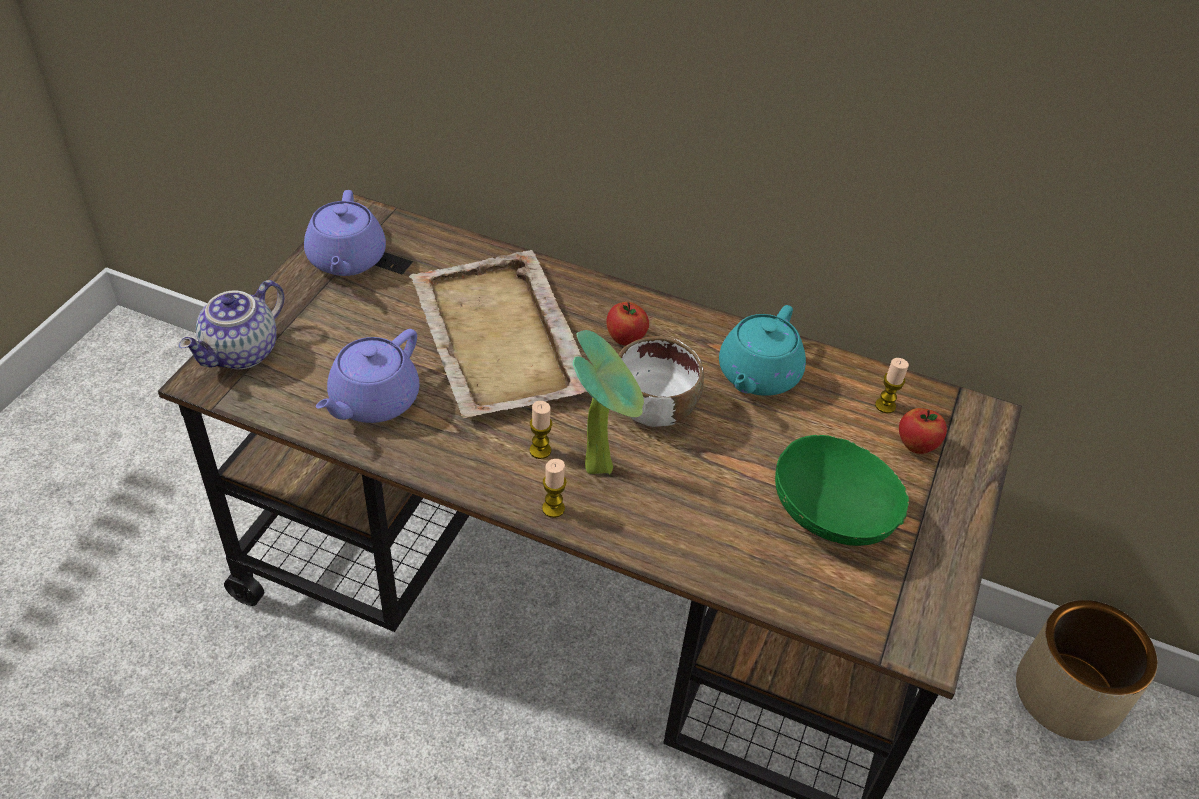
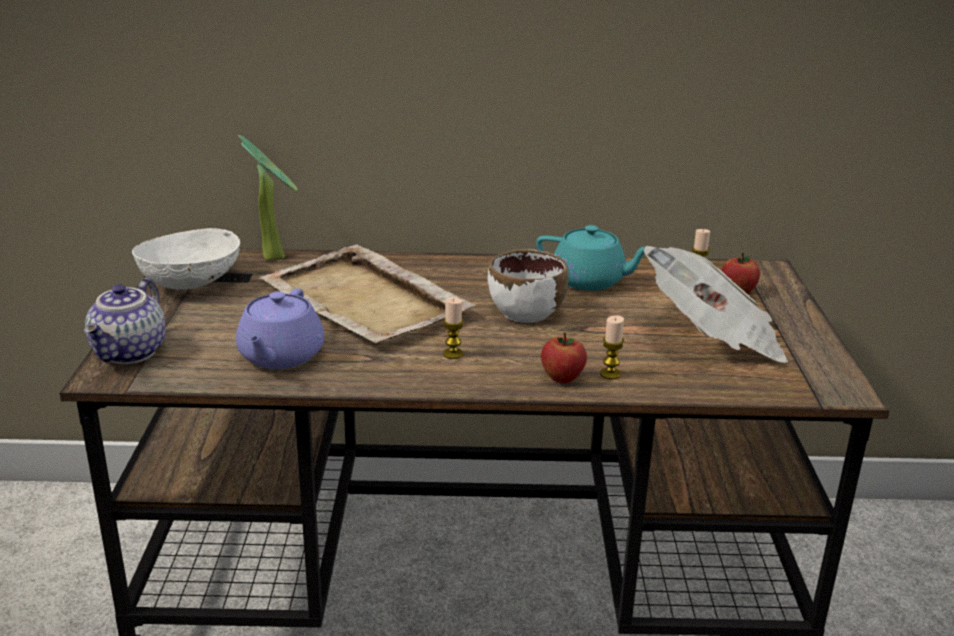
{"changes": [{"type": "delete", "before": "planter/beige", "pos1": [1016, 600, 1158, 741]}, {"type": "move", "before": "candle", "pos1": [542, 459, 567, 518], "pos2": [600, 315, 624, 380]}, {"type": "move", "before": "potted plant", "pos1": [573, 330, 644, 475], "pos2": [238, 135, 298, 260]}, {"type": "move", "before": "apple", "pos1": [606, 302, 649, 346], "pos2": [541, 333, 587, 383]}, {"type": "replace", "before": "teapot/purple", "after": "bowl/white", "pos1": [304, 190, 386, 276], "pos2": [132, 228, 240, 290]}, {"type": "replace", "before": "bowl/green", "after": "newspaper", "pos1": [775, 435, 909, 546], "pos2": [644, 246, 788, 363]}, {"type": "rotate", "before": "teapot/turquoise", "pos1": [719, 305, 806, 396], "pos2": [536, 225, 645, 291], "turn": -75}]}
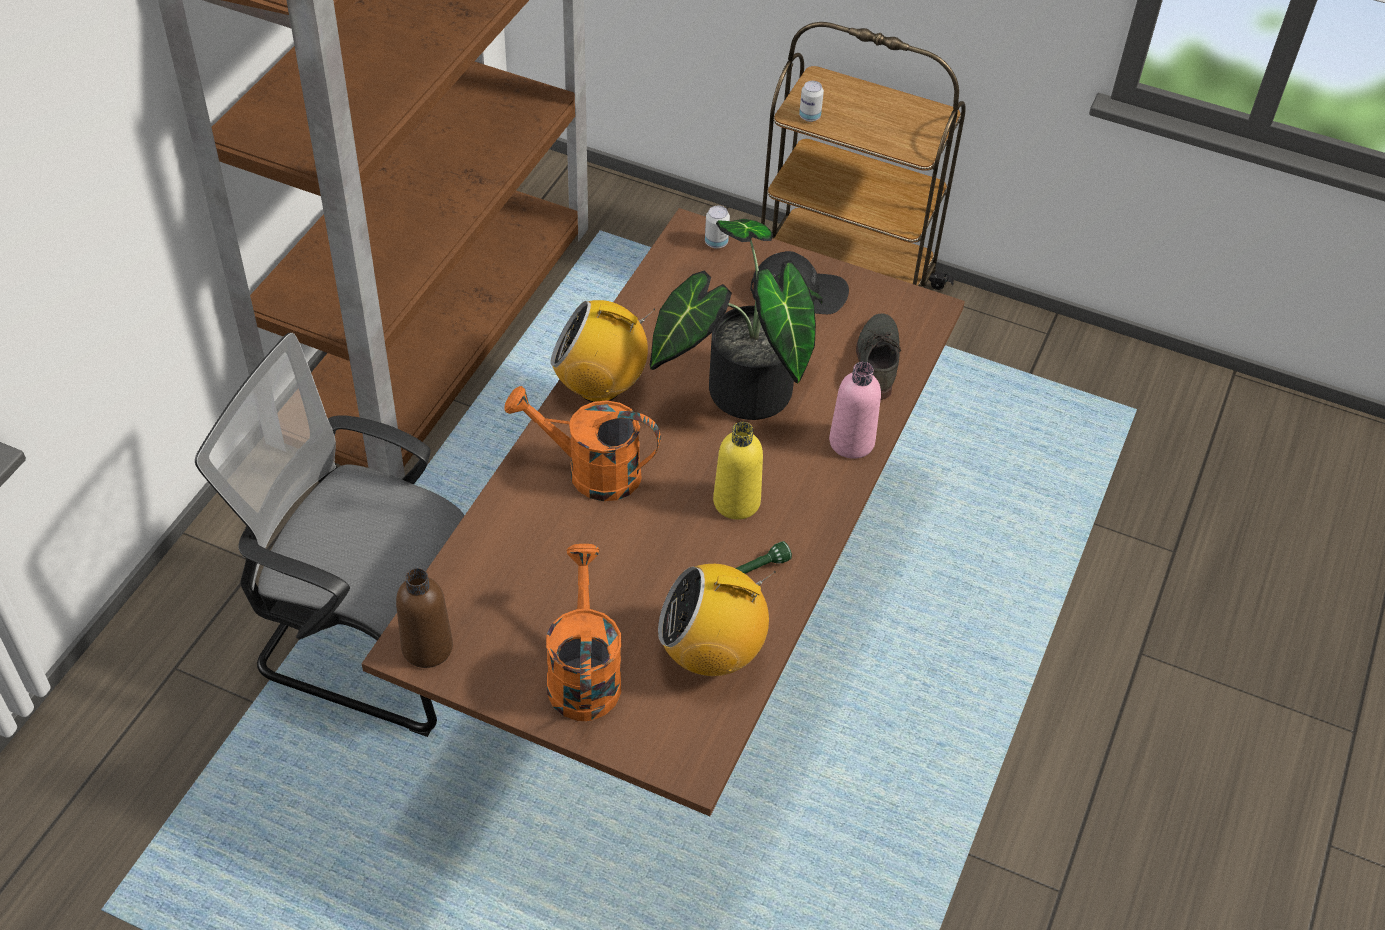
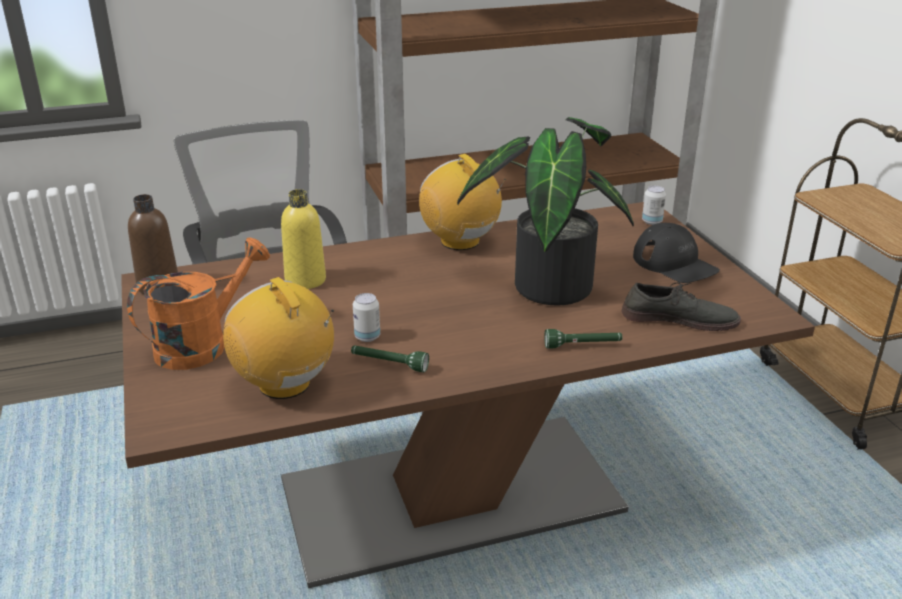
{"changes": [{"type": "delete", "before": "watering can/orange", "pos1": [504, 386, 661, 501]}, {"type": "move", "before": "bottle/yellow", "pos1": [713, 422, 763, 520], "pos2": [281, 189, 326, 289]}, {"type": "move", "before": "can", "pos1": [799, 81, 824, 122], "pos2": [353, 293, 380, 342]}, {"type": "replace", "before": "bottle/pink", "after": "flashlight/green", "pos1": [829, 362, 881, 459], "pos2": [544, 329, 622, 348]}, {"type": "rotate", "before": "shoe/grey", "pos1": [856, 314, 901, 400], "pos2": [621, 282, 741, 331], "turn": 45}]}
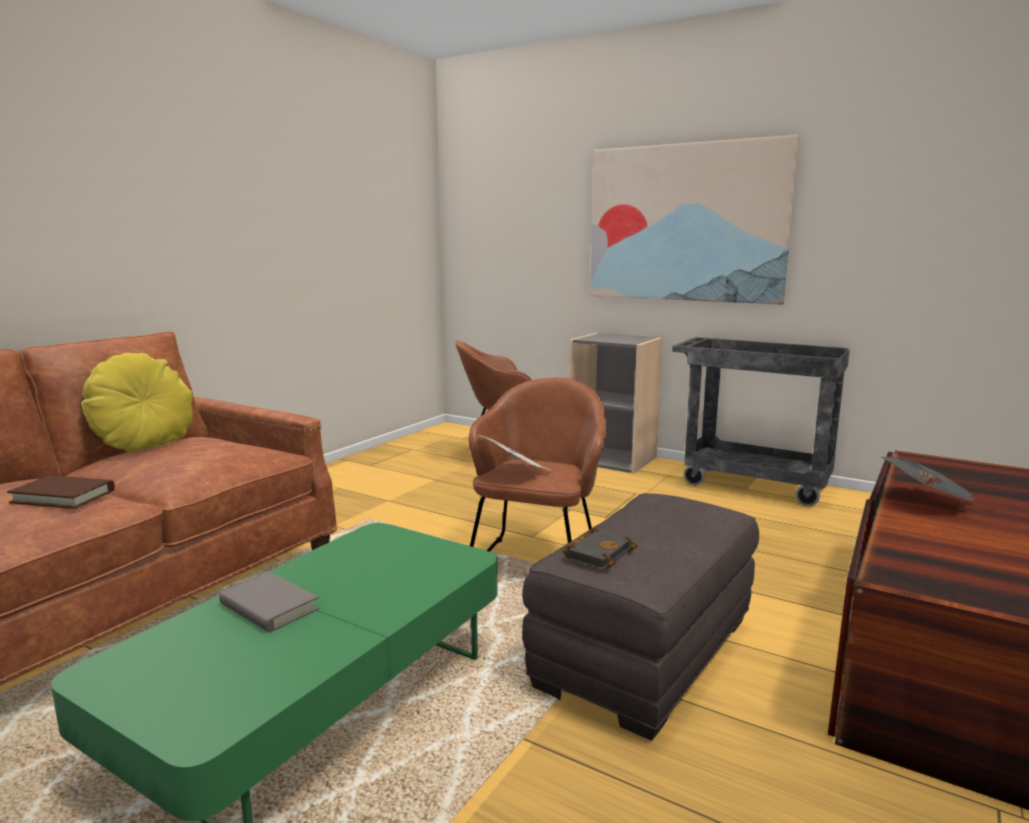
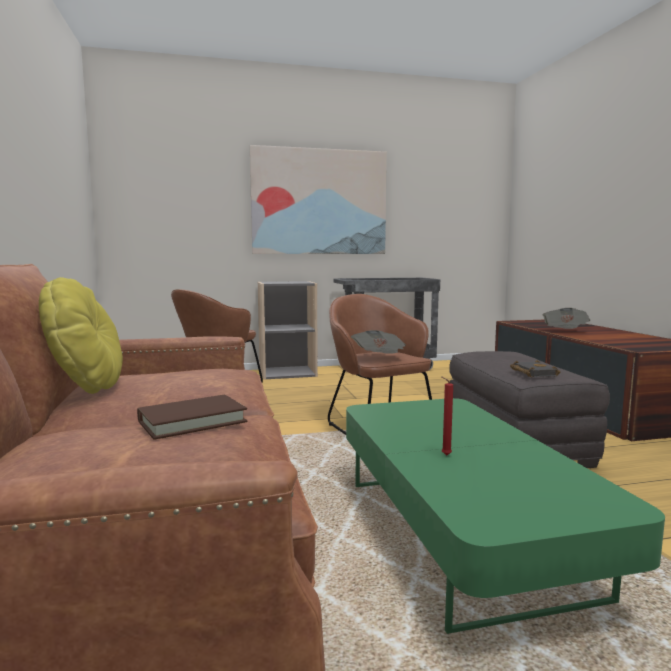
{"changes": [{"type": "replace", "before": "book/grey", "after": "candle/red", "pos1": [219, 572, 319, 632], "pos2": [441, 376, 453, 455]}]}
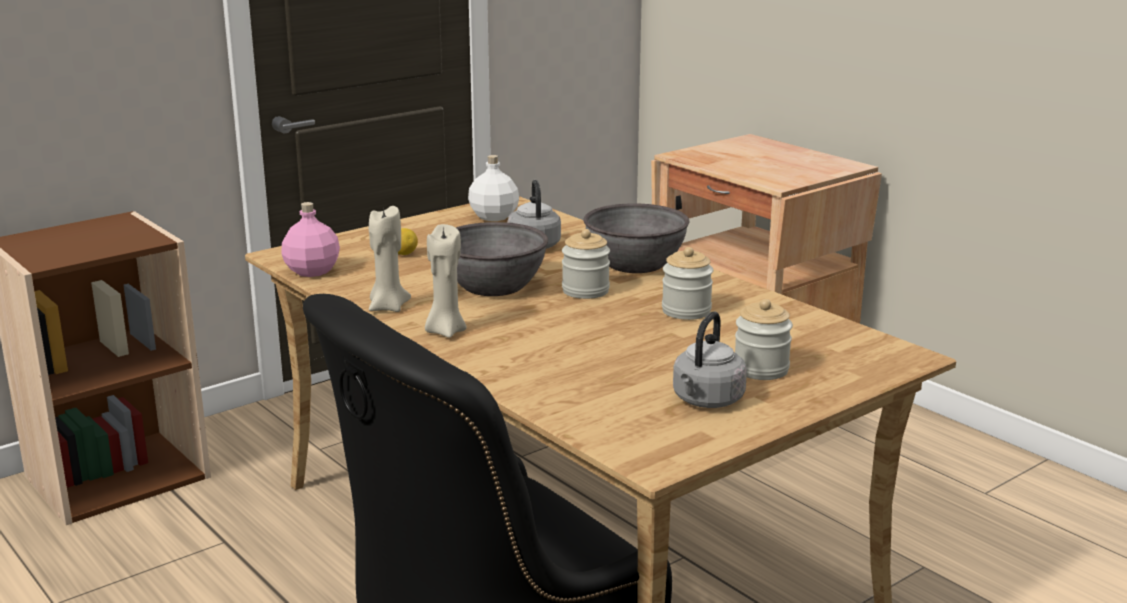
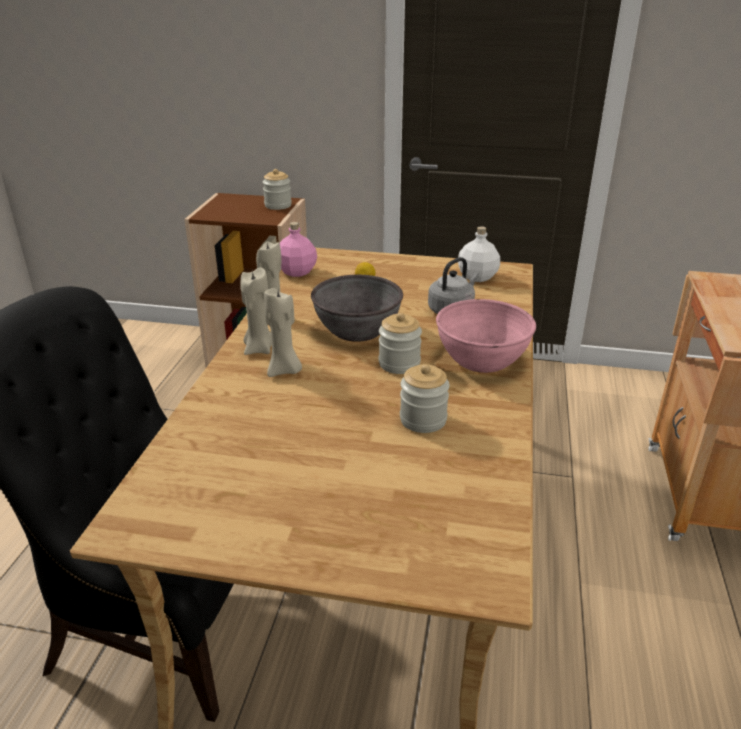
{"changes": [{"type": "delete", "before": "kettle/grey", "pos1": [673, 312, 747, 408]}, {"type": "insert", "after": "candle/beige", "pos2": [264, 288, 302, 377]}, {"type": "move", "before": "jar", "pos1": [735, 299, 793, 380], "pos2": [263, 169, 292, 210]}, {"type": "recolor", "before": "bowl/grey", "after": "bowl/pink", "pos1": [583, 203, 689, 273], "pos2": [436, 299, 536, 373]}]}
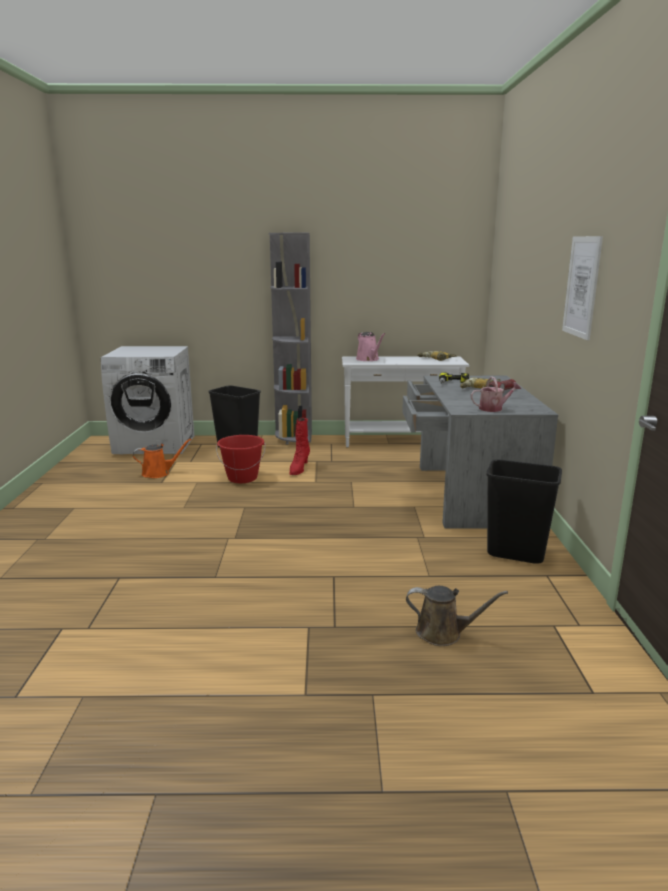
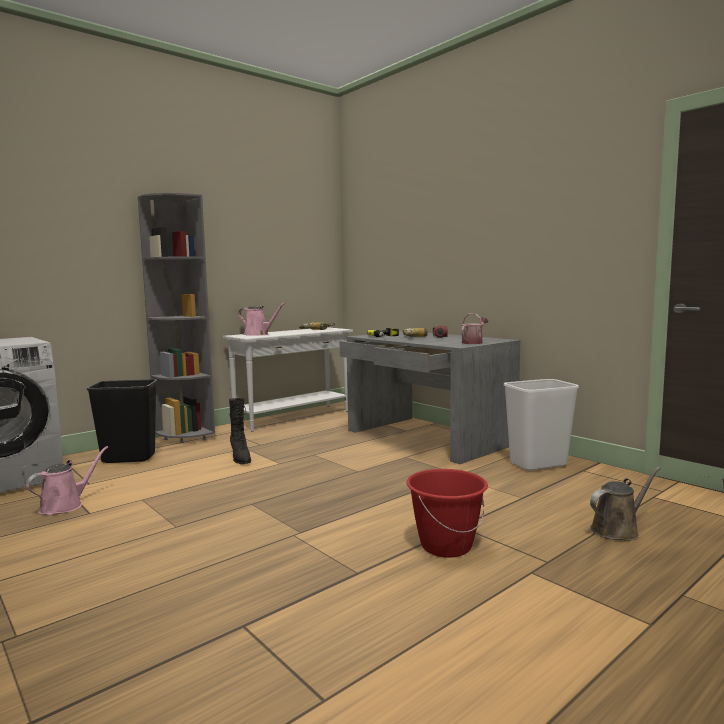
{"changes": [{"type": "delete", "before": "picture", "pos1": [562, 236, 603, 340]}, {"type": "move", "before": "bucket/red", "pos1": [216, 435, 265, 483], "pos2": [406, 469, 488, 558]}, {"type": "recolor", "before": "watering can/orange", "after": "watering can/pink", "pos1": [133, 439, 191, 478], "pos2": [26, 446, 108, 515]}, {"type": "recolor", "before": "boot/red", "after": "boot/black", "pos1": [290, 418, 310, 475], "pos2": [229, 398, 251, 464]}, {"type": "recolor", "before": "trash can/black", "after": "trash can/white", "pos1": [486, 459, 562, 564], "pos2": [504, 379, 579, 470]}]}
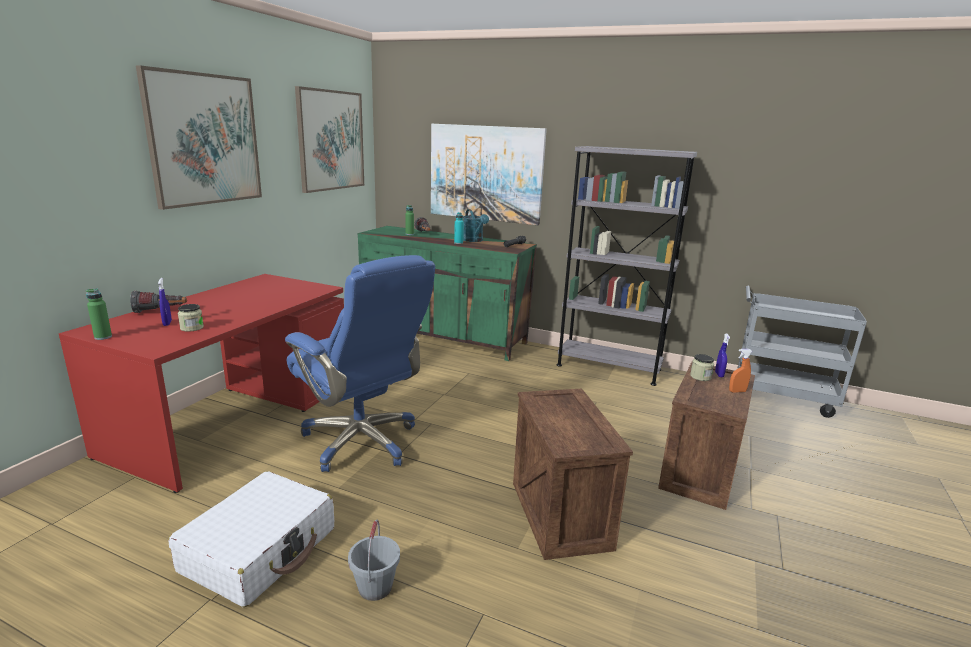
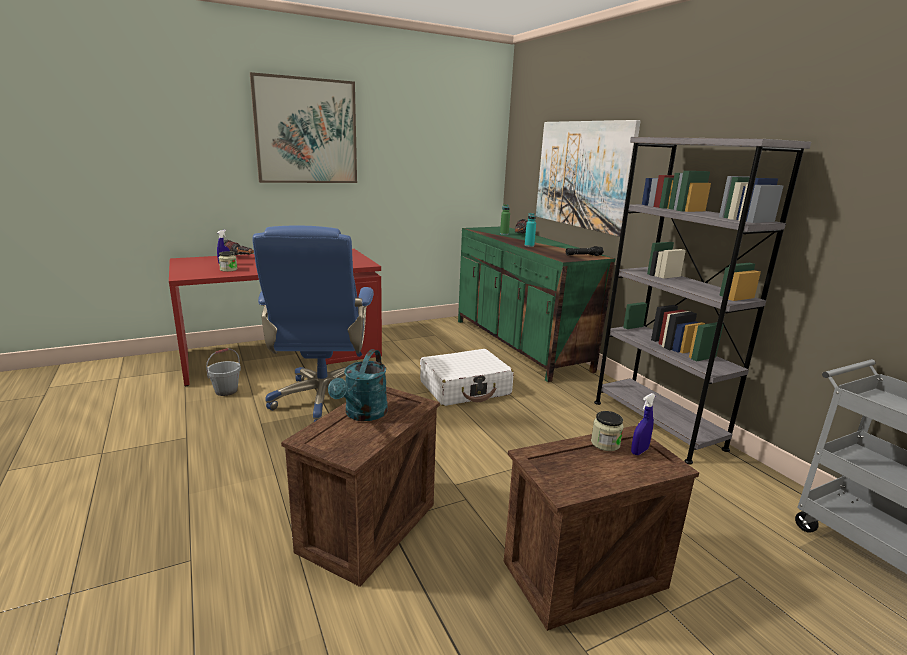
{"changes": [{"type": "delete", "before": "bottle/green", "pos1": [86, 289, 112, 340]}, {"type": "delete", "before": "picture", "pos1": [295, 86, 364, 193]}, {"type": "delete", "before": "spray bottle/orange", "pos1": [729, 349, 753, 393]}, {"type": "move", "before": "suitcase/white", "pos1": [168, 471, 334, 607], "pos2": [420, 349, 513, 406]}, {"type": "move", "before": "bucket/grey", "pos1": [348, 520, 400, 601], "pos2": [206, 348, 241, 396]}, {"type": "move", "before": "watering can/turquoise", "pos1": [463, 209, 489, 242], "pos2": [328, 349, 388, 421]}]}
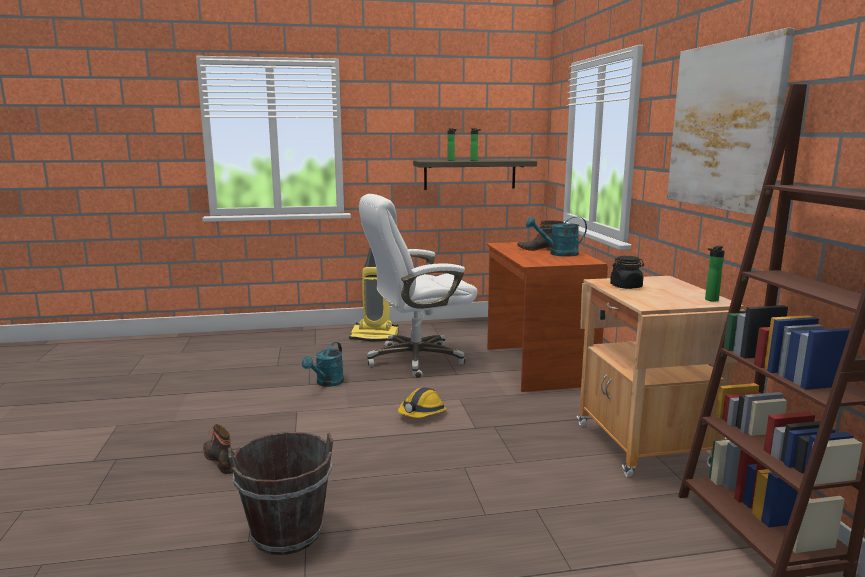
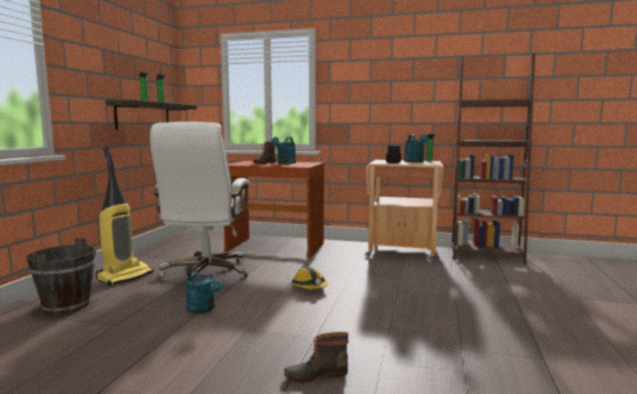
{"changes": [{"type": "delete", "before": "picture", "pos1": [667, 28, 795, 217]}, {"type": "insert", "after": "watering can/turquoise", "pos2": [404, 134, 428, 162]}, {"type": "move", "before": "bucket/brown", "pos1": [229, 432, 333, 555], "pos2": [26, 238, 97, 314]}]}
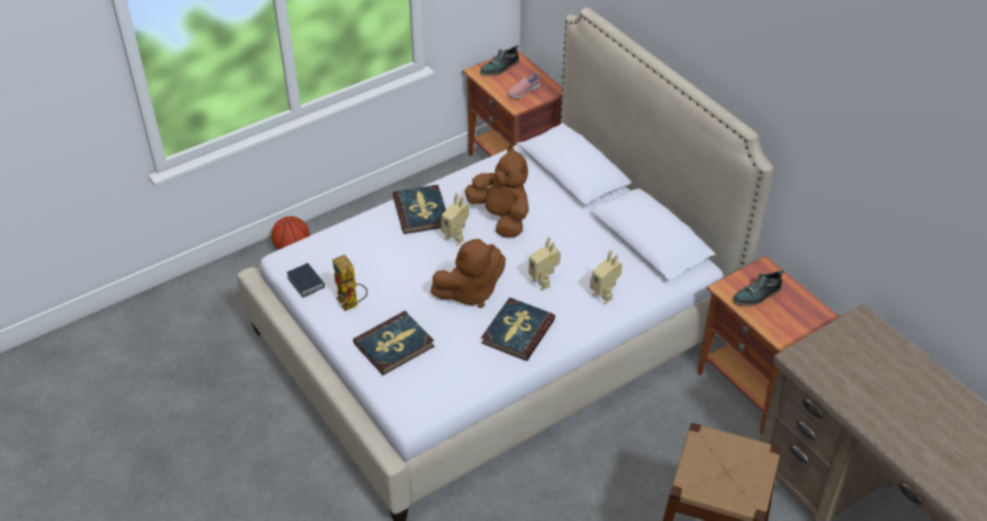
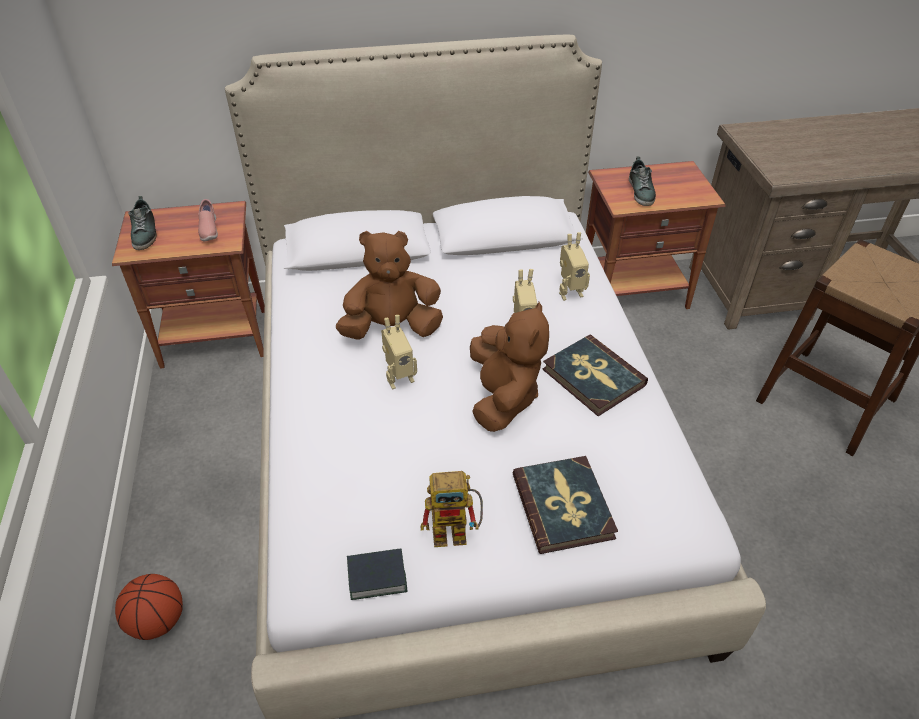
{"changes": [{"type": "delete", "before": "book", "pos1": [393, 185, 446, 234]}]}
